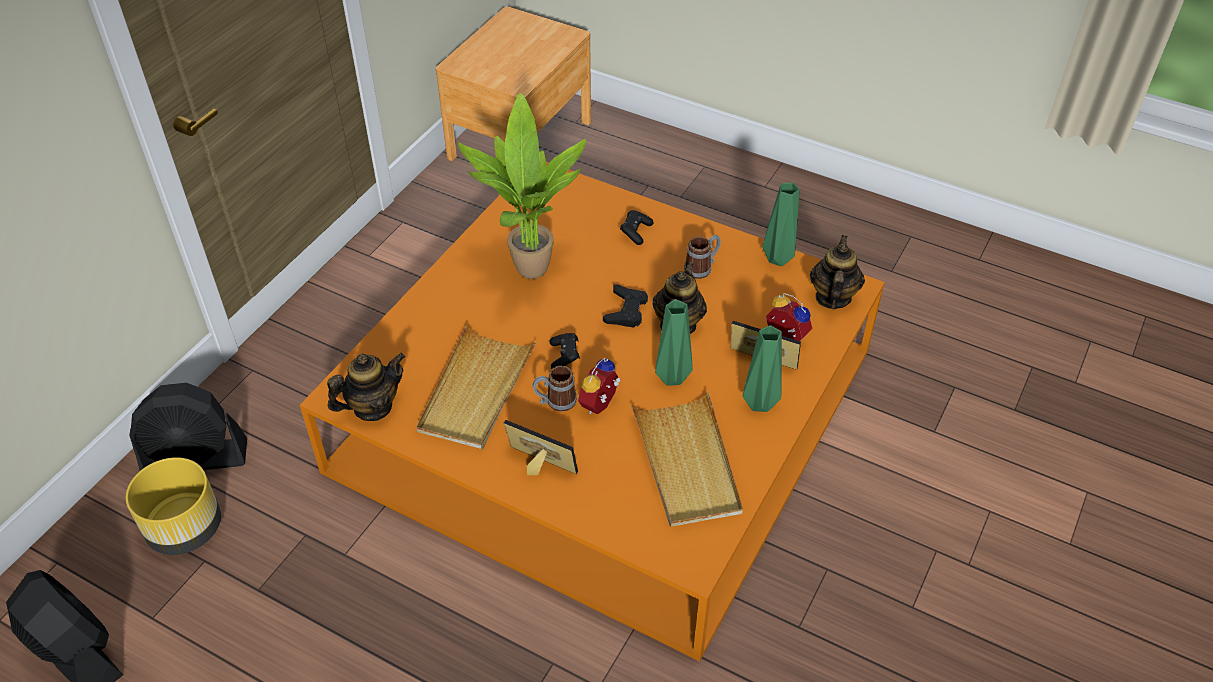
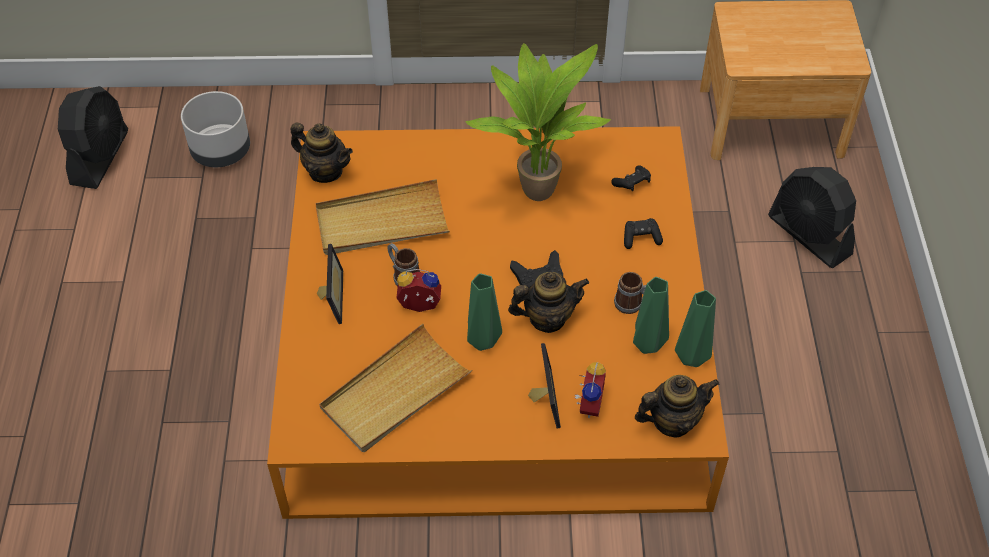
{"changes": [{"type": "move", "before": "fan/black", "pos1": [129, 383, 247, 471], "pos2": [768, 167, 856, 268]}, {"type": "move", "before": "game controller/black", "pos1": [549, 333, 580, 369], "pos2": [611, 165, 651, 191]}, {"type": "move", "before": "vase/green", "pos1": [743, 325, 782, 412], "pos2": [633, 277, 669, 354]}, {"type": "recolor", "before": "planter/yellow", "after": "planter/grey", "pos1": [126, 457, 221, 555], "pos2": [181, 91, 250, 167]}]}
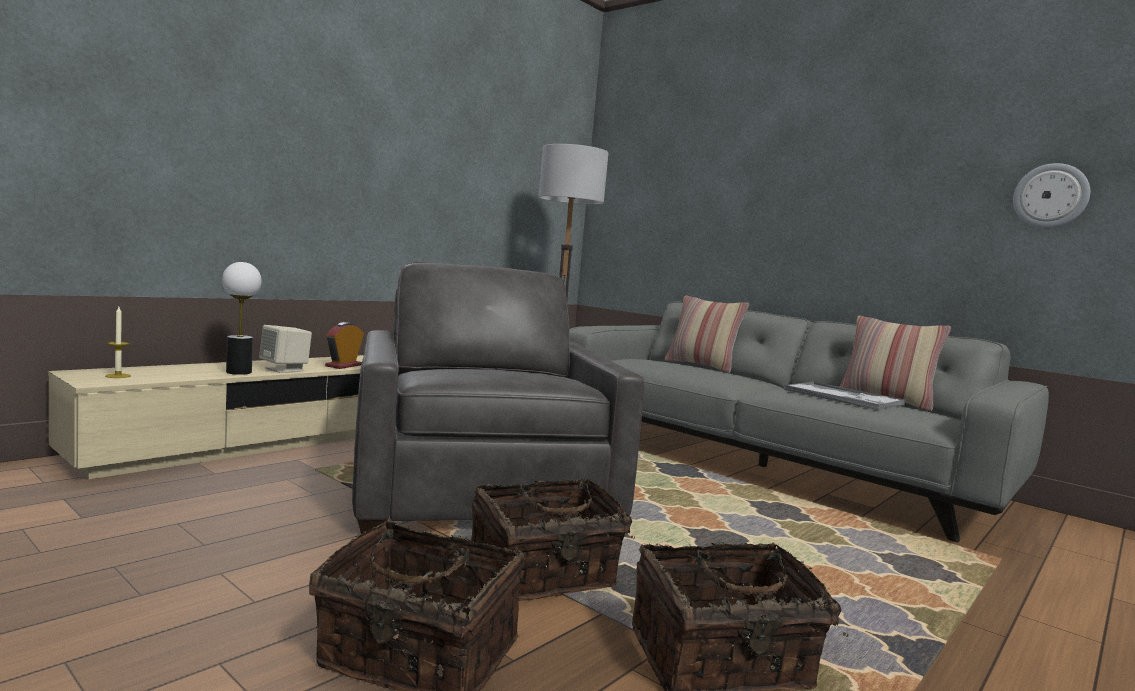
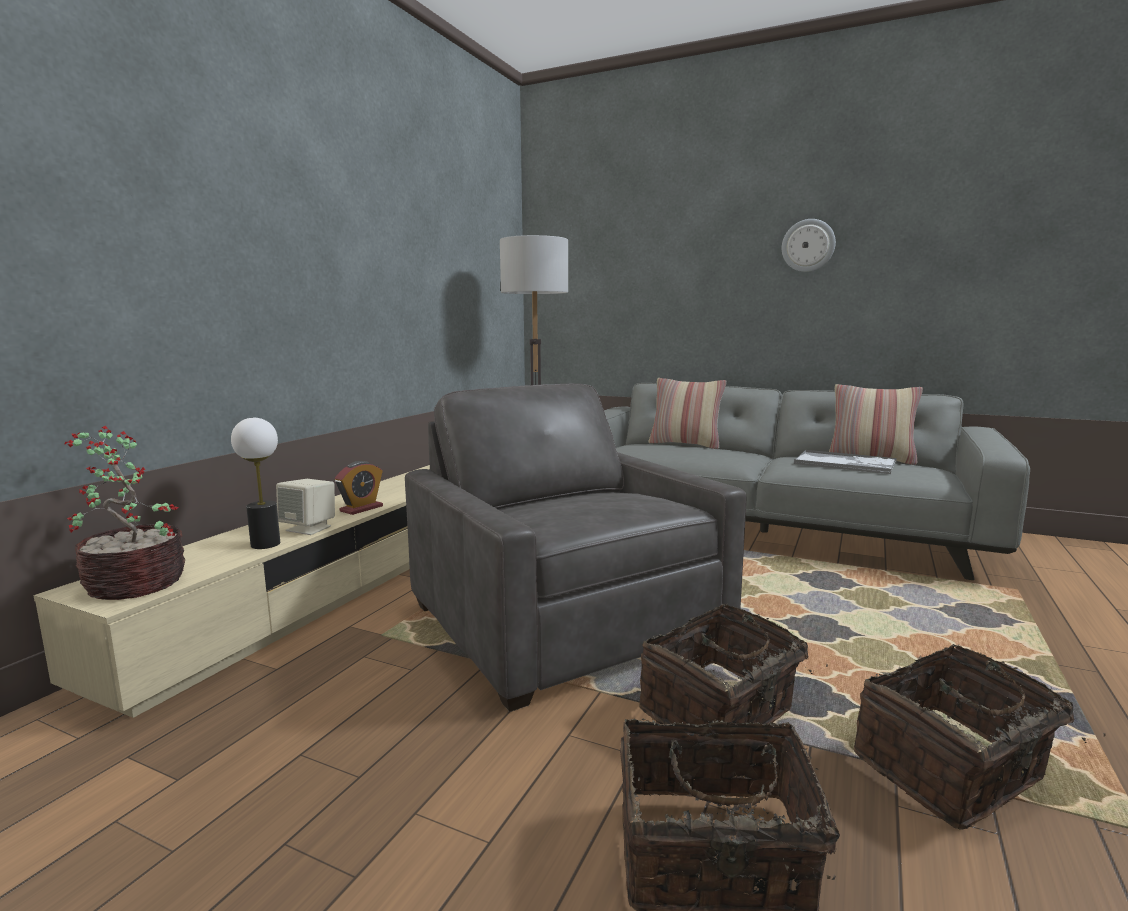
{"changes": [{"type": "move", "before": "wall clock", "pos1": [1013, 163, 1090, 228], "pos2": [782, 219, 836, 272]}, {"type": "replace", "before": "candle", "after": "potted plant", "pos1": [105, 307, 131, 378], "pos2": [64, 426, 185, 600]}, {"type": "rotate", "before": "alarm clock", "pos1": [325, 322, 364, 369], "pos2": [335, 461, 383, 515], "turn": -150}]}
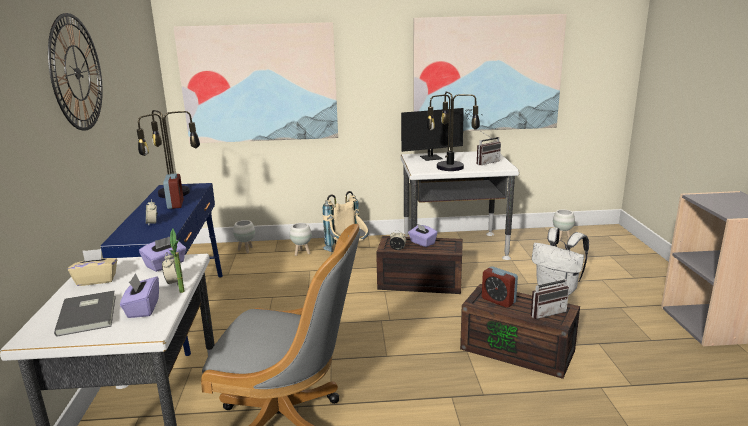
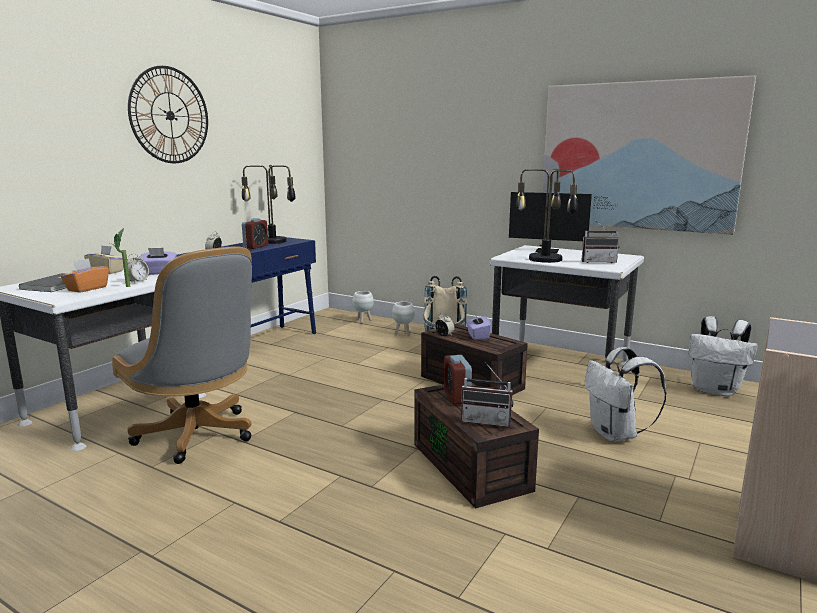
{"changes": [{"type": "delete", "before": "picture", "pos1": [173, 22, 338, 143]}, {"type": "replace", "before": "planter/white", "after": "backpack/white", "pos1": [553, 210, 575, 242], "pos2": [688, 316, 758, 397]}, {"type": "recolor", "before": "tissue box/purple", "after": "tissue box/orange", "pos1": [120, 273, 159, 318], "pos2": [61, 258, 109, 293]}]}
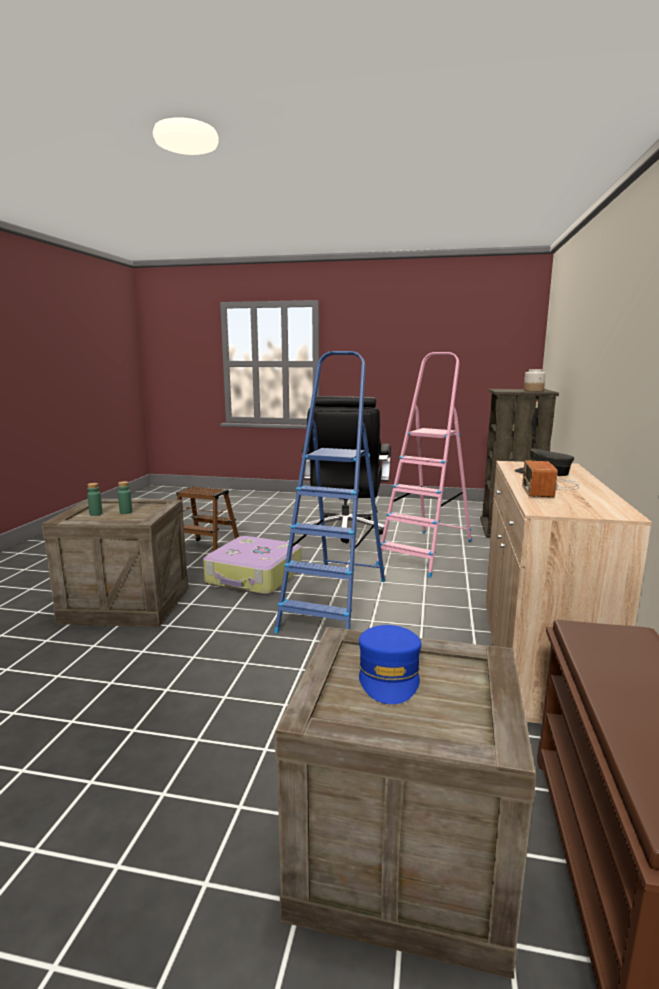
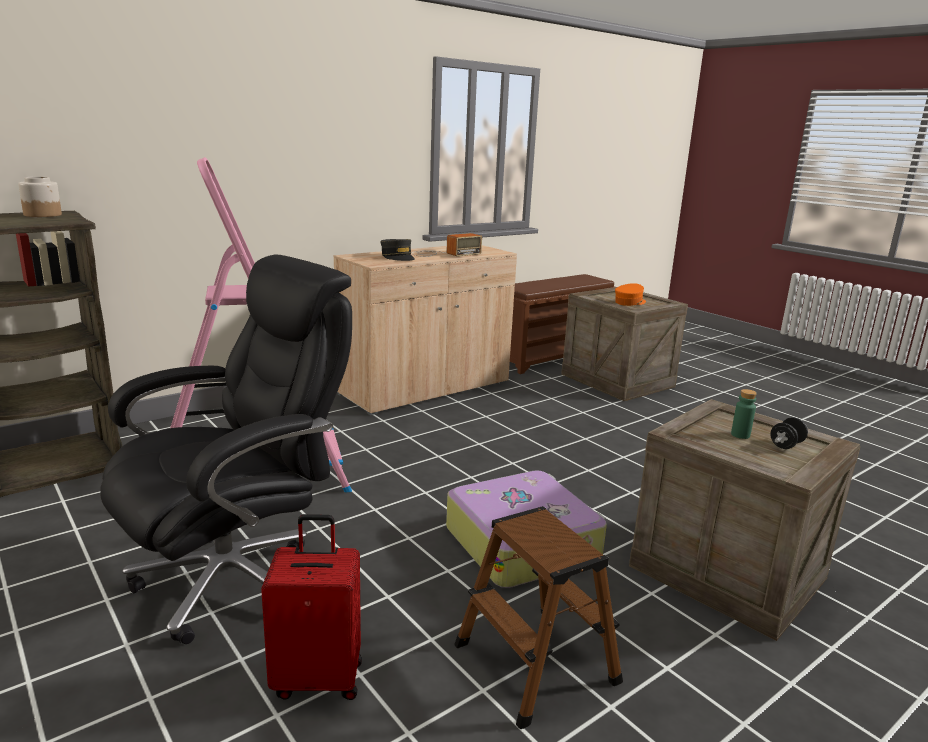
{"changes": [{"type": "delete", "before": "step ladder/blue", "pos1": [274, 351, 385, 634]}, {"type": "insert", "after": "suitcase/red", "pos2": [261, 514, 362, 700]}, {"type": "replace", "before": "bottle/green", "after": "dumbbell/black", "pos1": [87, 483, 103, 516], "pos2": [770, 417, 808, 449]}, {"type": "recolor", "before": "cap/blue", "after": "cap/orange", "pos1": [359, 625, 421, 704], "pos2": [615, 283, 646, 306]}]}
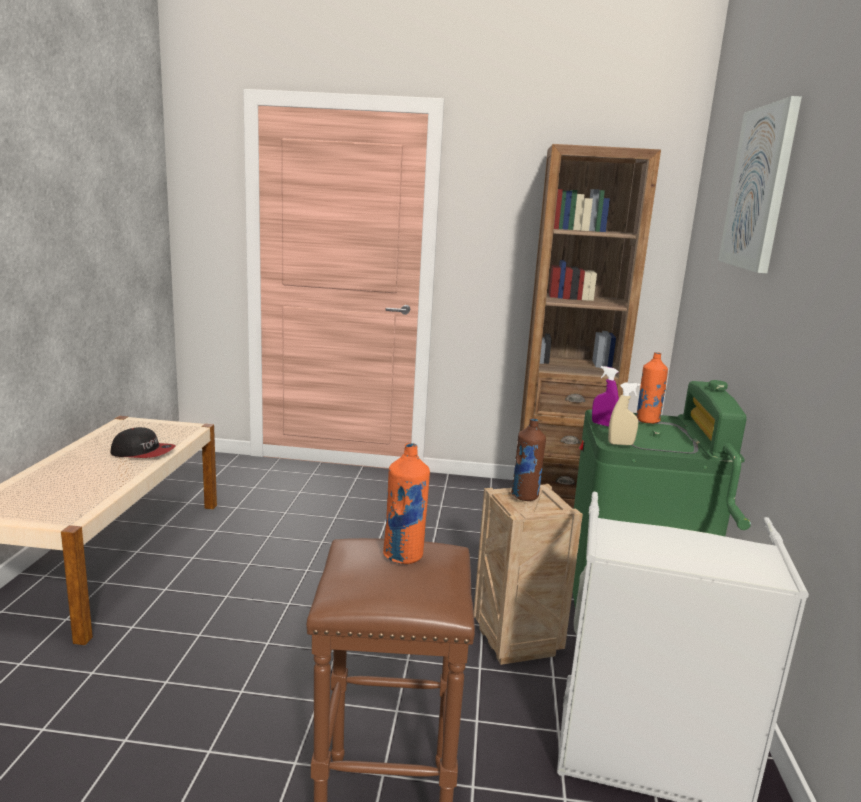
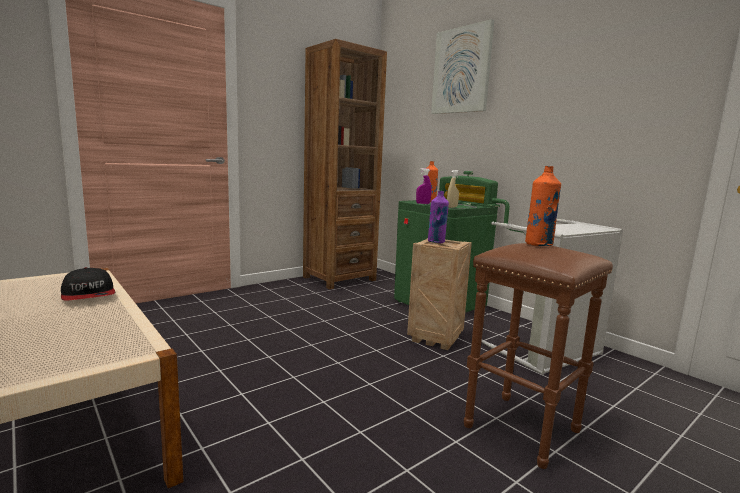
{"changes": [{"type": "recolor", "before": "bottle/brown", "after": "bottle/purple", "pos1": [511, 418, 546, 501], "pos2": [428, 191, 449, 243]}, {"type": "rotate", "before": "cap", "pos1": [111, 427, 175, 458], "pos2": [61, 267, 115, 300], "turn": 90}]}
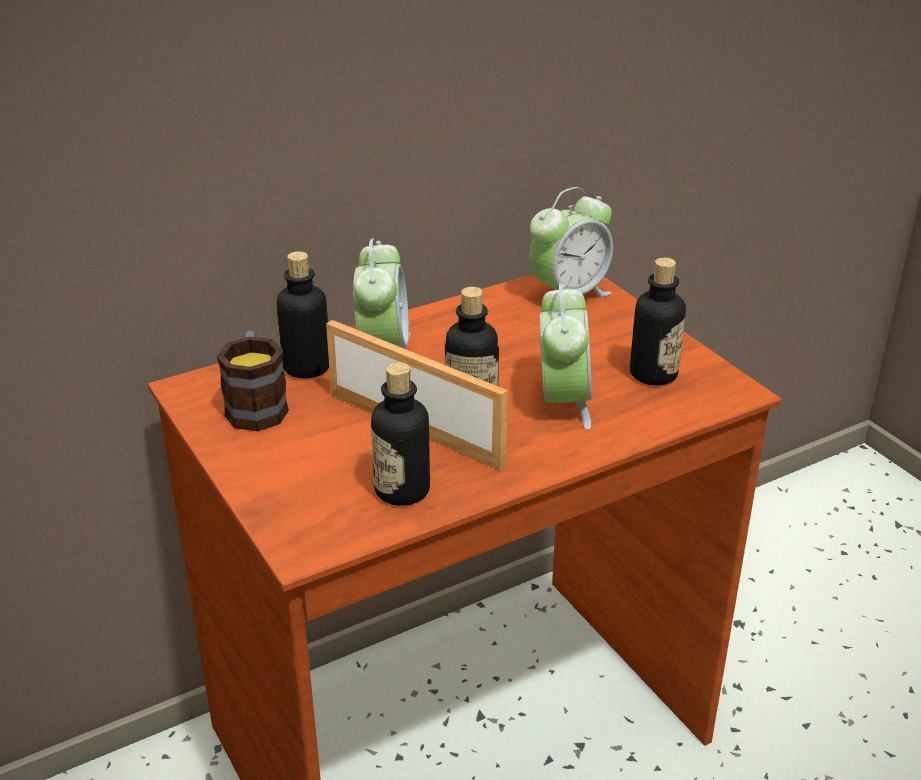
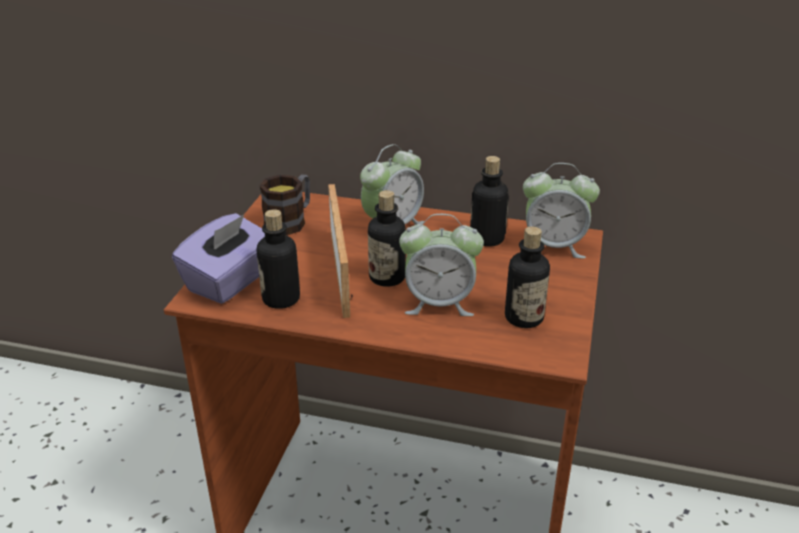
{"changes": [{"type": "insert", "after": "tissue box/purple", "pos2": [172, 213, 265, 304]}, {"type": "move", "before": "bottle", "pos1": [277, 251, 329, 379], "pos2": [470, 156, 509, 247]}, {"type": "rotate", "before": "alarm clock", "pos1": [540, 283, 592, 430], "pos2": [399, 214, 484, 316], "turn": 45}]}
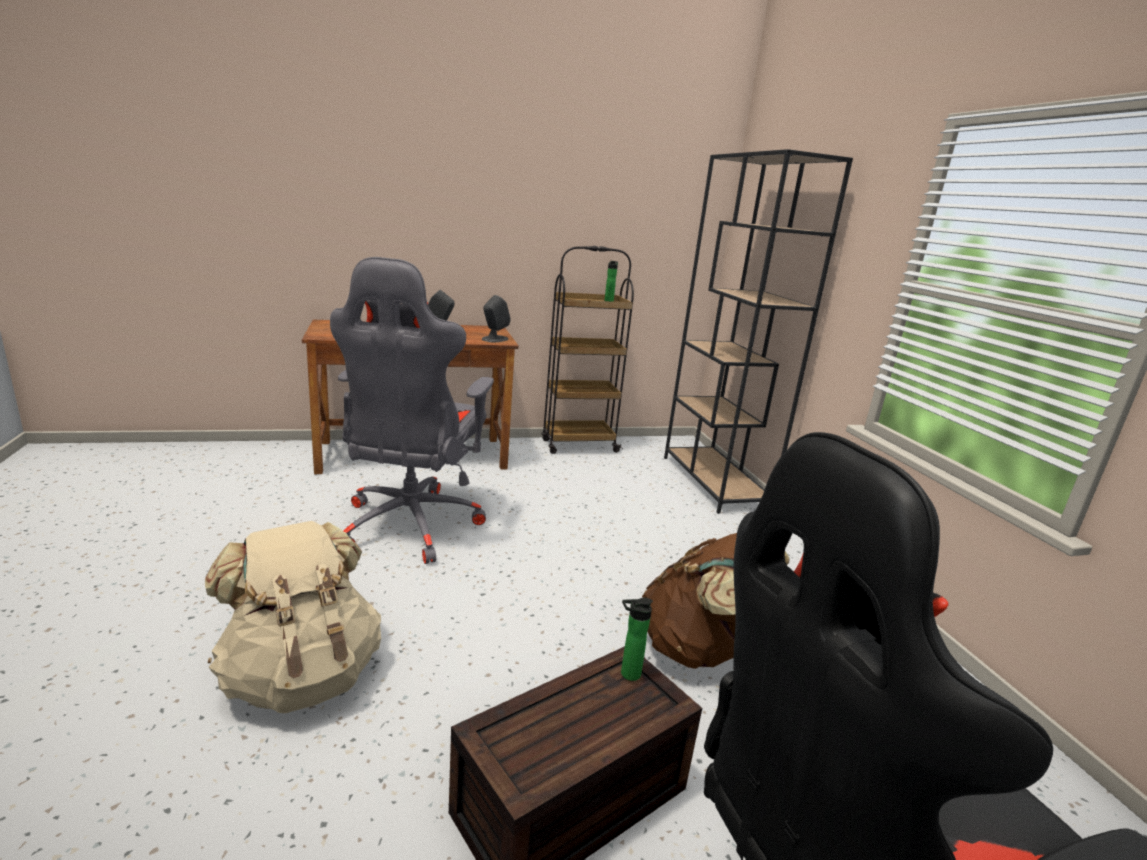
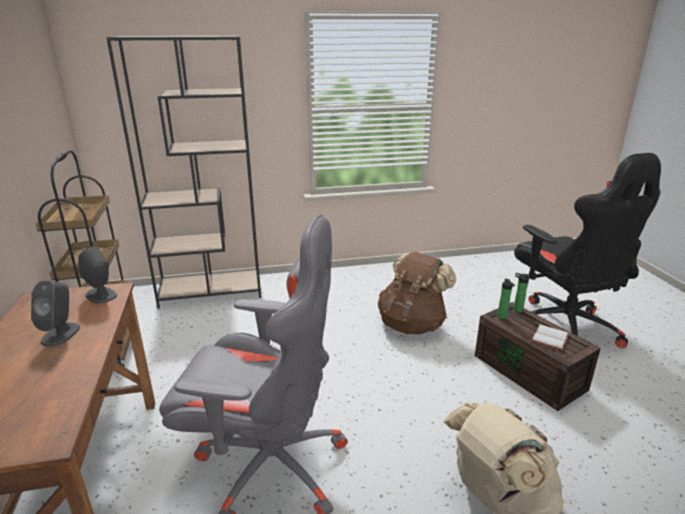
{"changes": [{"type": "insert", "after": "book/white", "pos2": [531, 325, 569, 351]}, {"type": "move", "before": "bottle", "pos1": [605, 261, 618, 302], "pos2": [513, 273, 530, 312]}]}
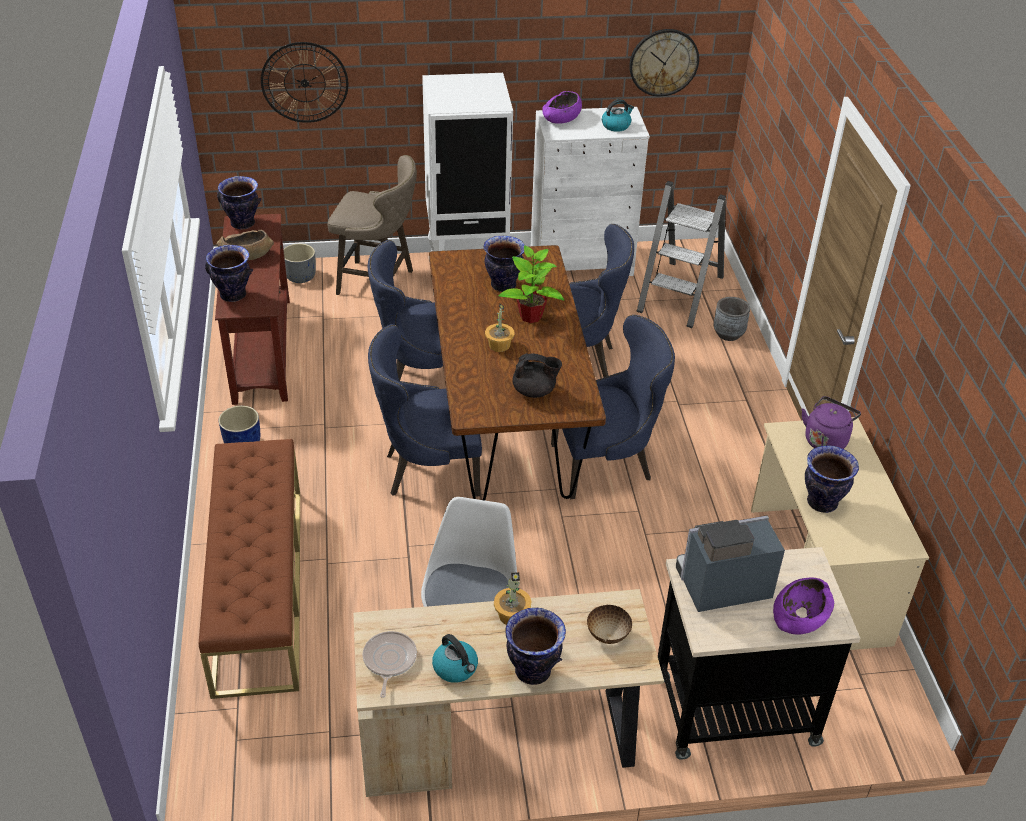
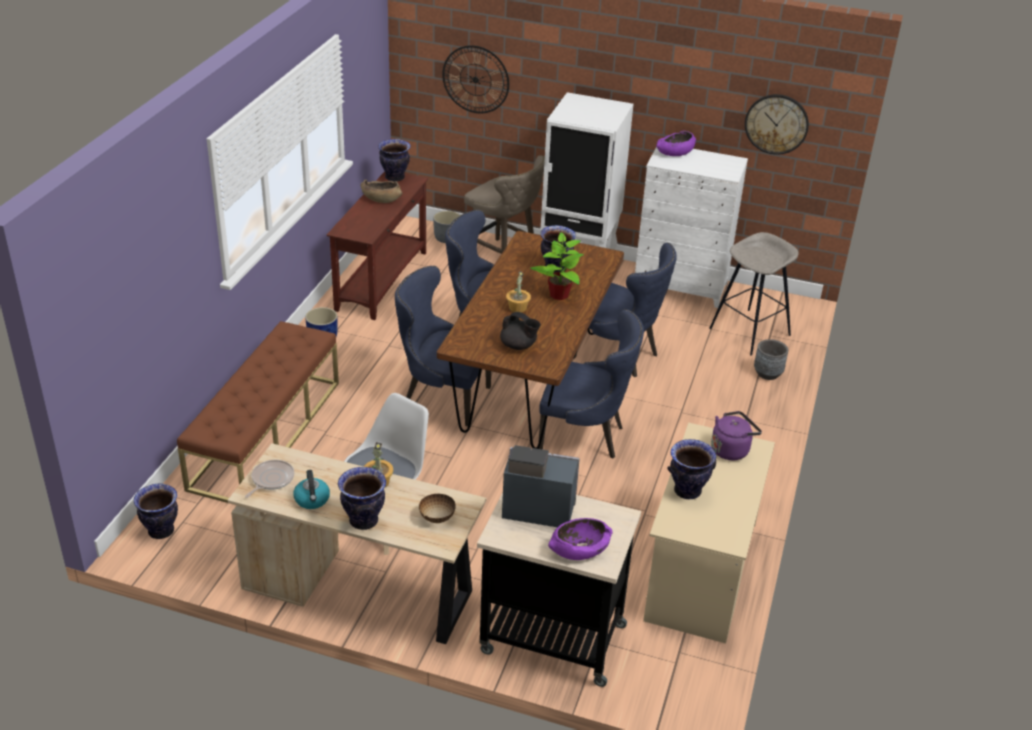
{"changes": [{"type": "delete", "before": "kettle", "pos1": [602, 99, 634, 132]}, {"type": "move", "before": "vase", "pos1": [205, 245, 253, 302], "pos2": [134, 483, 178, 539]}, {"type": "replace", "before": "step ladder/grey", "after": "stool/grey", "pos1": [636, 181, 726, 328], "pos2": [709, 232, 799, 355]}]}
